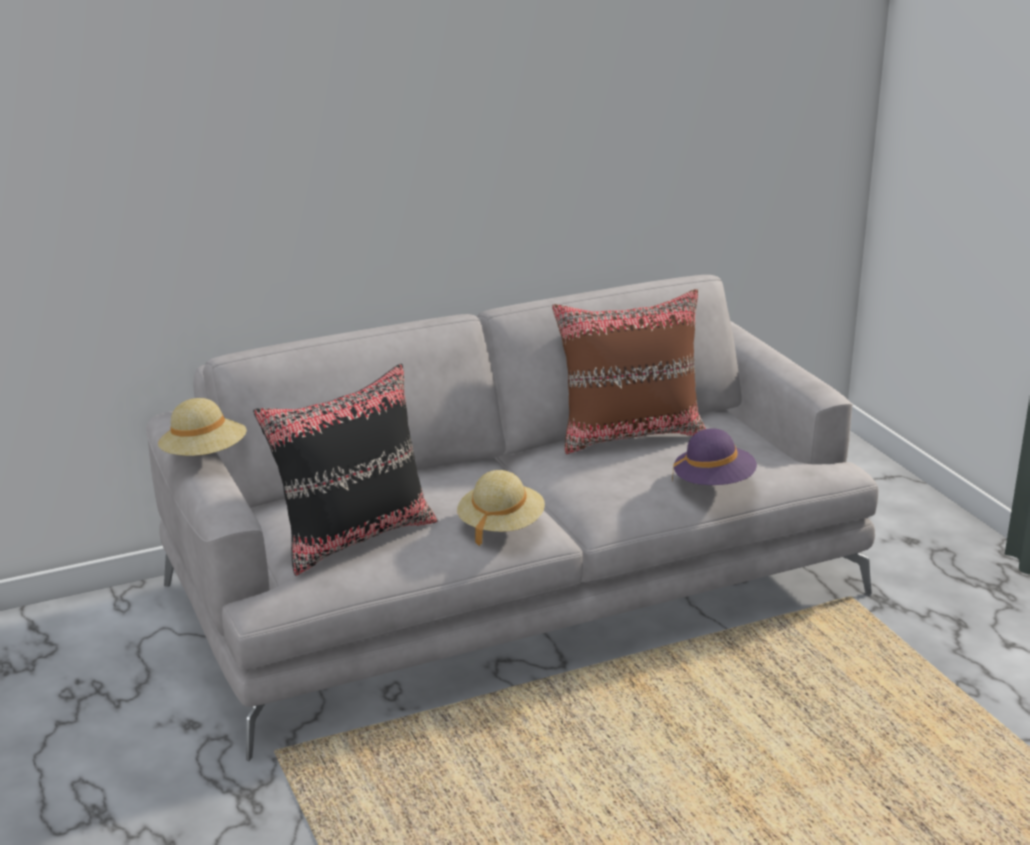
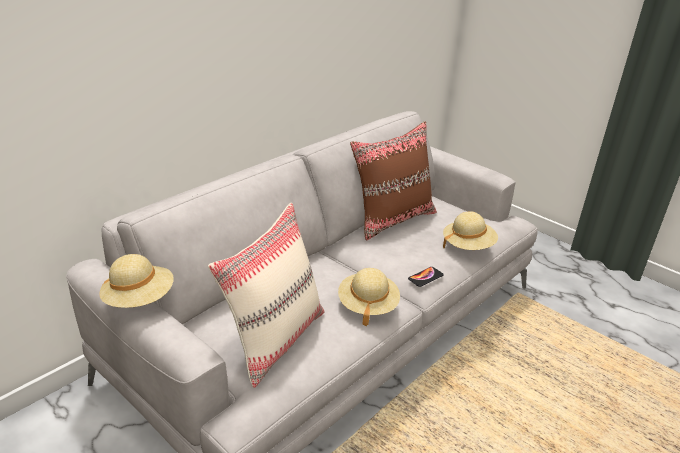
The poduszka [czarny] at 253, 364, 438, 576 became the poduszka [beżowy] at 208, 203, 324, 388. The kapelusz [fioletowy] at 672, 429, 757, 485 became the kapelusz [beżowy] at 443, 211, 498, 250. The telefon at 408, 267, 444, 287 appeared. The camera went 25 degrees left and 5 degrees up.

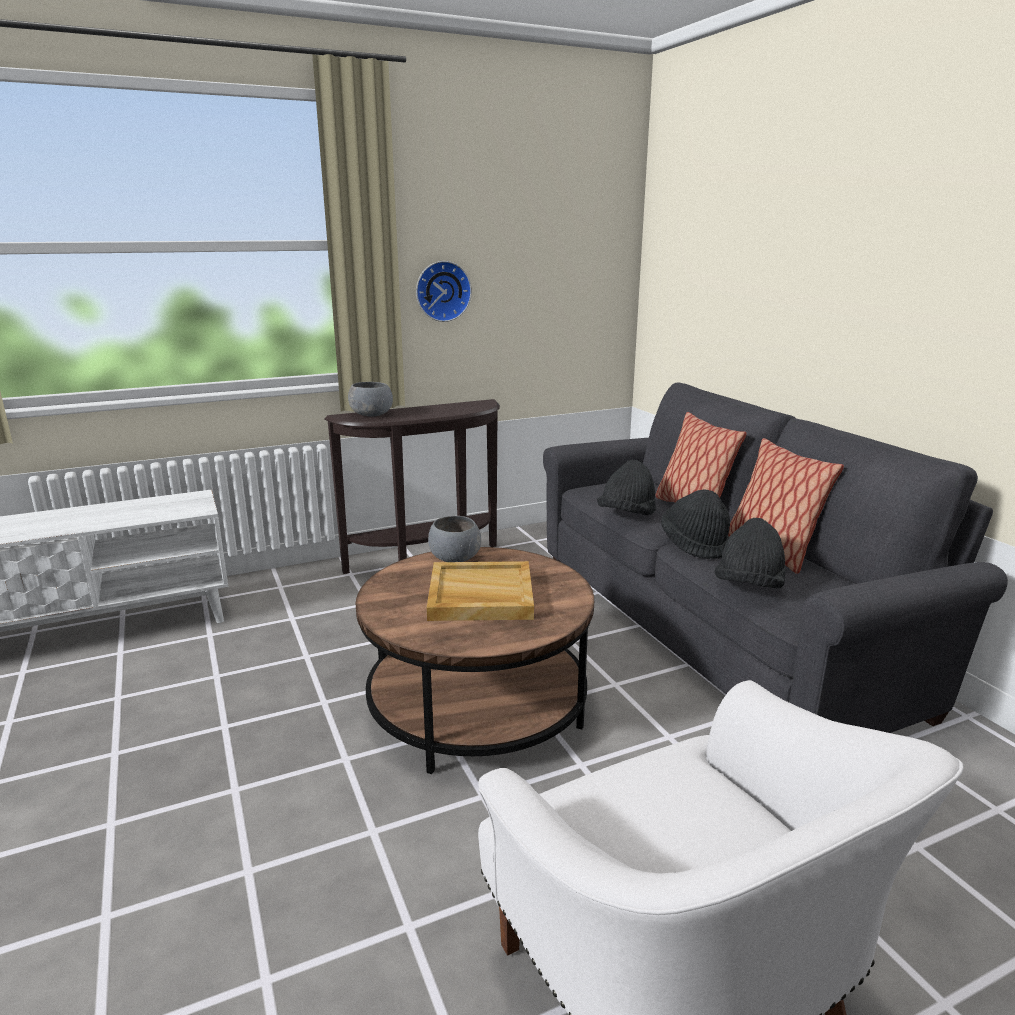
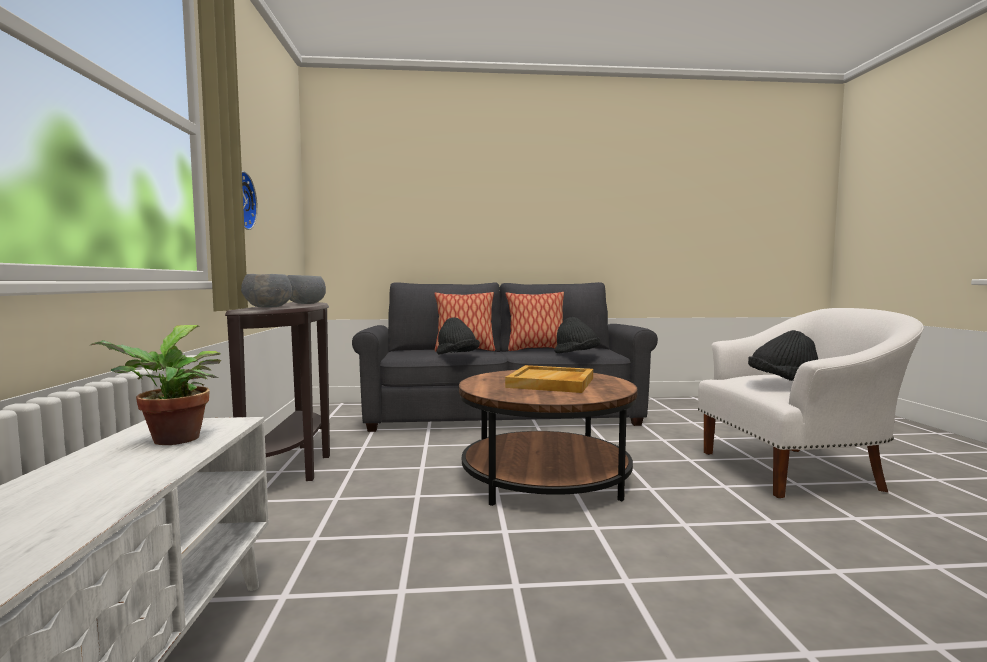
The miska [szary] moved from 428, 516, 481, 562 to 287, 275, 326, 304. The kapelusz [czarny] moved from 661, 489, 730, 559 to 748, 330, 818, 381. The roślina doniczkowa at 91, 325, 221, 445 appeared. The camera went 70 degrees left and 15 degrees down.

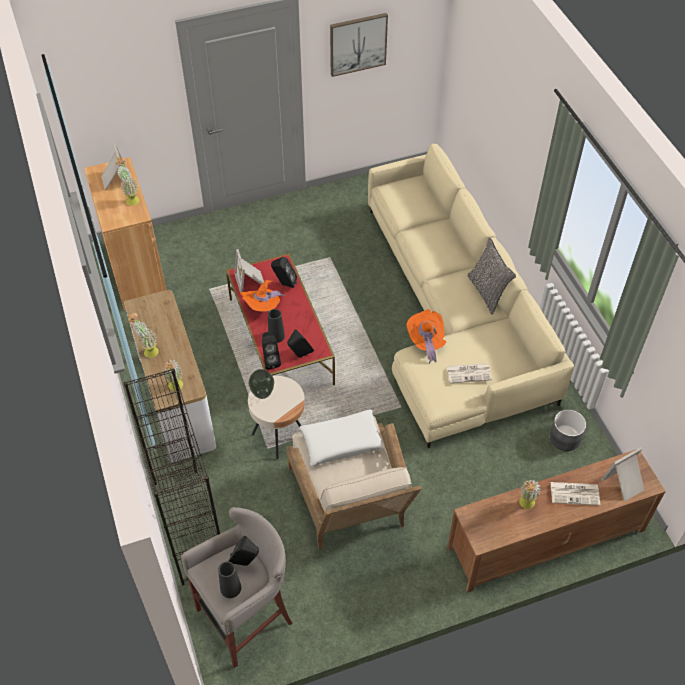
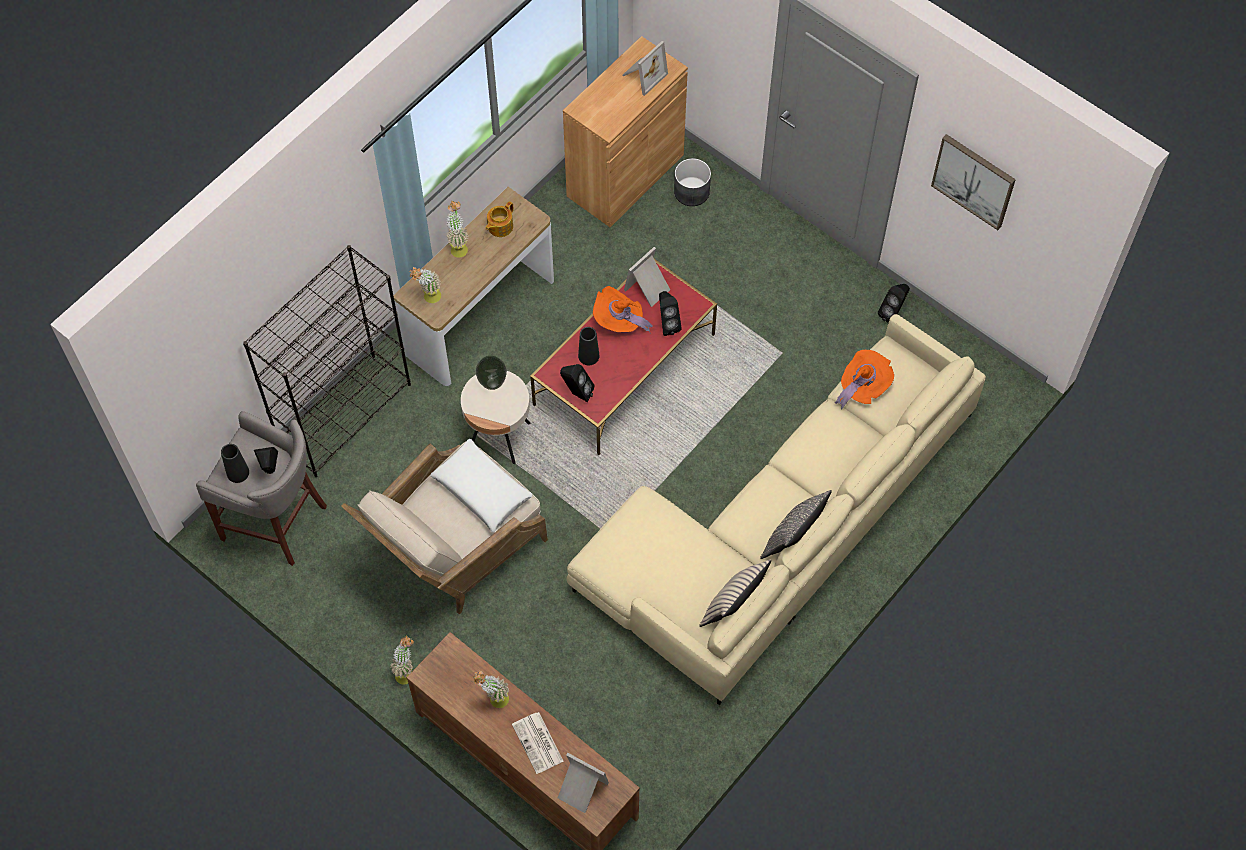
The roślina doniczkowa moved from 116, 157, 139, 206 to 391, 635, 414, 685. The głośnik [czarny] moved from 262, 332, 281, 370 to 878, 284, 910, 323. The kapelusz [pomarańczowy] moved from 406, 309, 447, 364 to 835, 350, 894, 409. The gazeta at 446, 363, 492, 384 disappeared. The donica [szary] moved from 550, 410, 586, 451 to 674, 158, 711, 206. The imbryk at 486, 201, 513, 237 appeared. The poduszka [beżowy] at 699, 559, 771, 627 appeared. The camera went 60 degrees right and 10 degrees up.

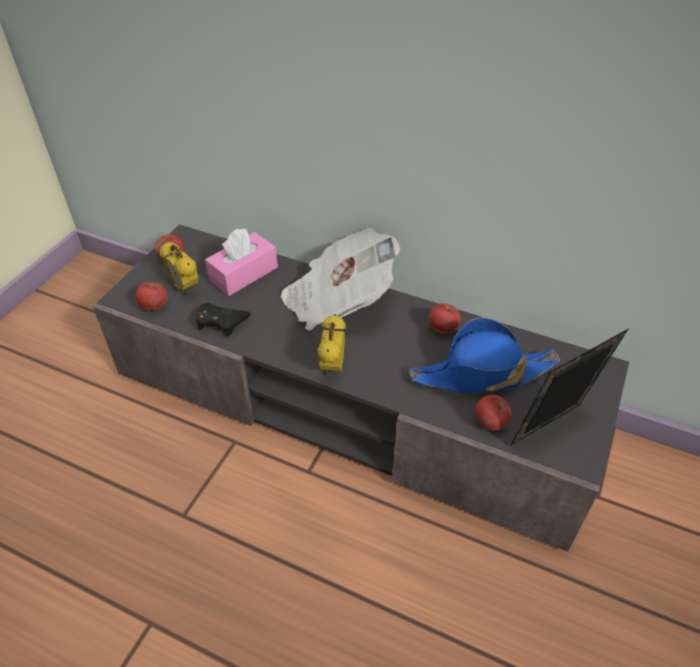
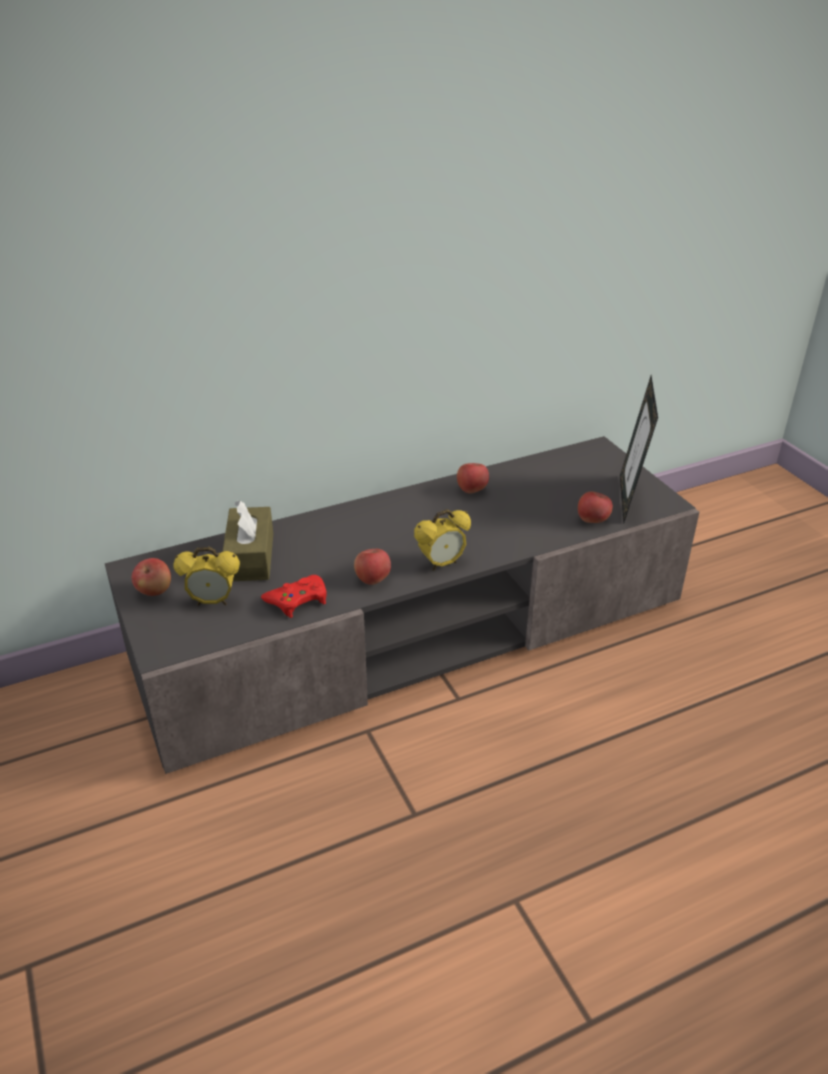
The jabłko moved from 136, 282, 168, 311 to 354, 549, 391, 585. The pad do gier [czarny] at 196, 303, 251, 336 became the pad do gier [czerwony] at 261, 575, 327, 618. The pudełko chusteczek [różowy] at 205, 229, 278, 296 became the pudełko chusteczek [brązowy] at 222, 500, 273, 581. The gazeta at 281, 228, 401, 331 disappeared. The budzik at 317, 314, 346, 376 turned 75 degrees counterclockwise. The kapelusz [niebieski] at 409, 317, 560, 393 disappeared. The camera went 50 degrees left and 10 degrees down.

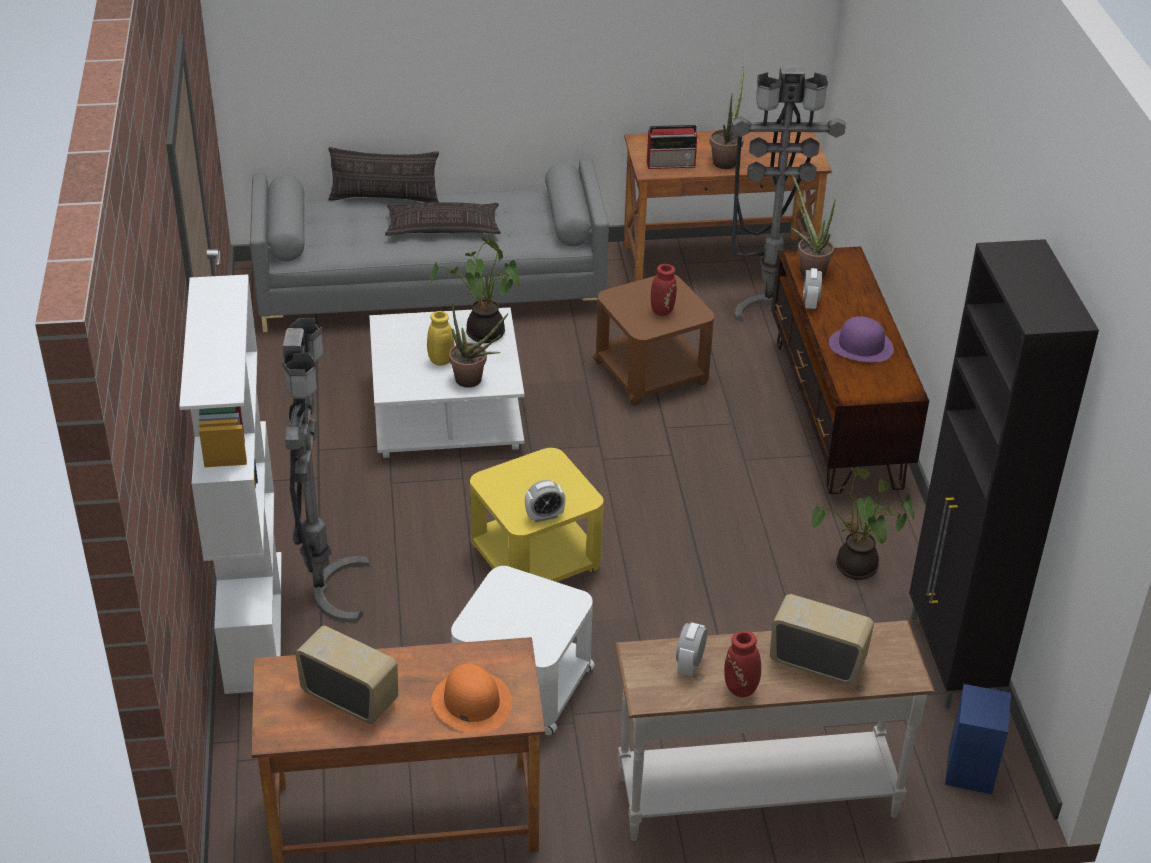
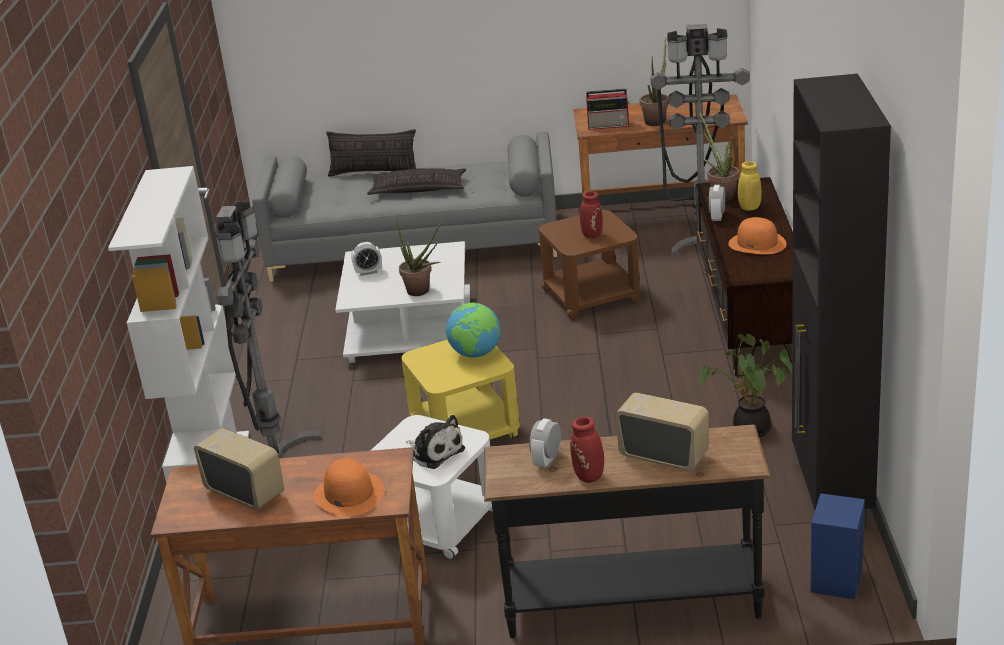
The wazon [żółty] moved from 427, 311, 455, 366 to 738, 162, 762, 211. The roślina doniczkowa at 430, 237, 520, 343 disappeared. The budzik moved from 525, 480, 566, 522 to 351, 242, 382, 276. The stolik konsolowy [biały] at 615, 620, 935, 841 became the stolik konsolowy [czarny] at 484, 425, 771, 638. The kapelusz [fioletowy] at 829, 316, 894, 362 became the kapelusz [pomarańczowy] at 728, 217, 787, 254. The pluszak at 406, 415, 465, 469 appeared. The globus at 446, 302, 501, 358 appeared. The camera went 10 degrees right and 10 degrees down.

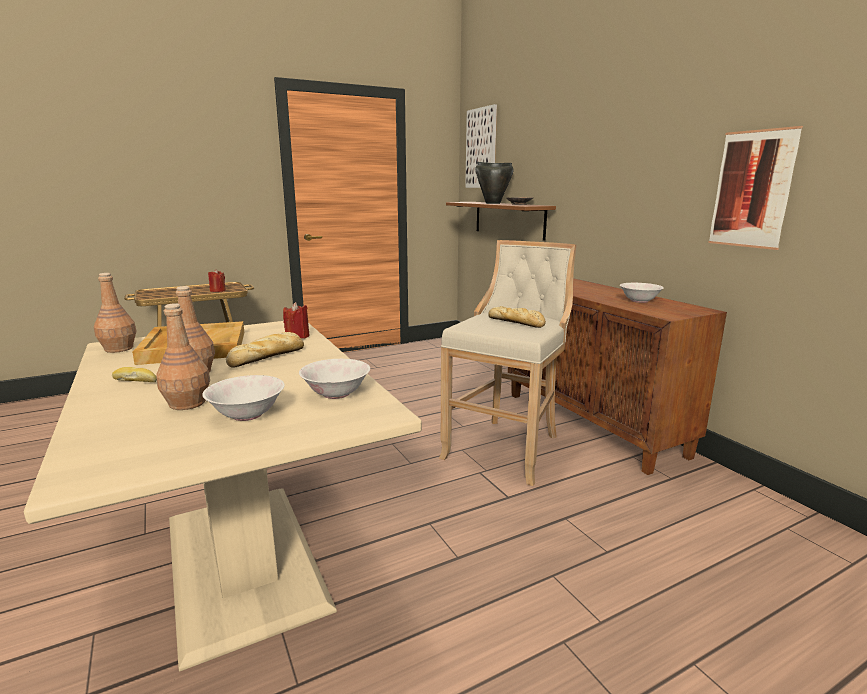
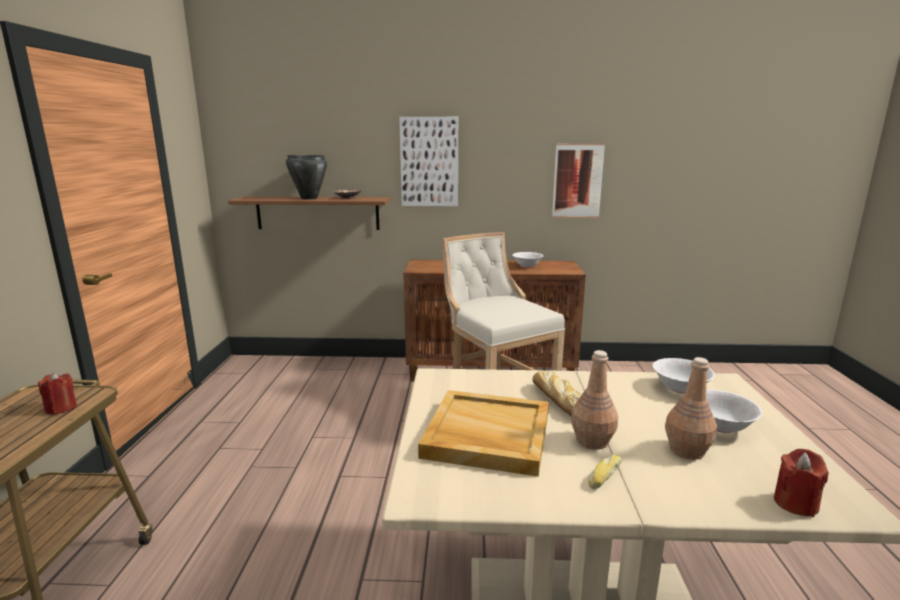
The butelka [brązowy] at 94, 273, 136, 353 disappeared. The świeca [czerwony] moved from 283, 302, 310, 339 to 774, 449, 828, 517. The obraz moved from 465, 104, 497, 188 to 399, 117, 458, 206. The chleb at 488, 306, 546, 328 disappeared. The camera went 60 degrees left and 0 degrees up.

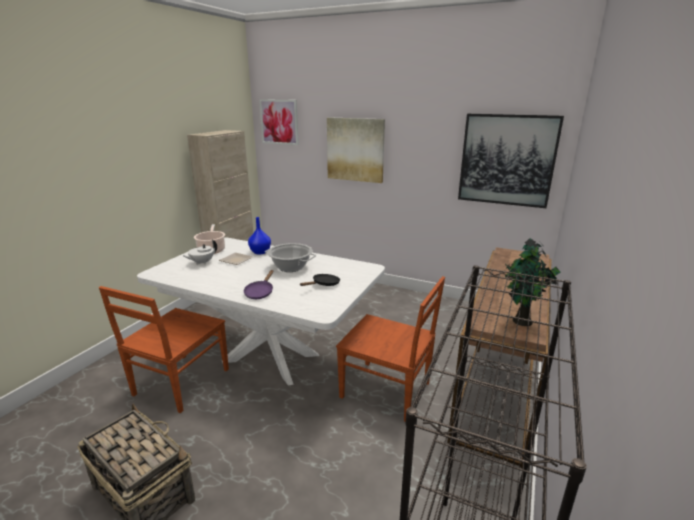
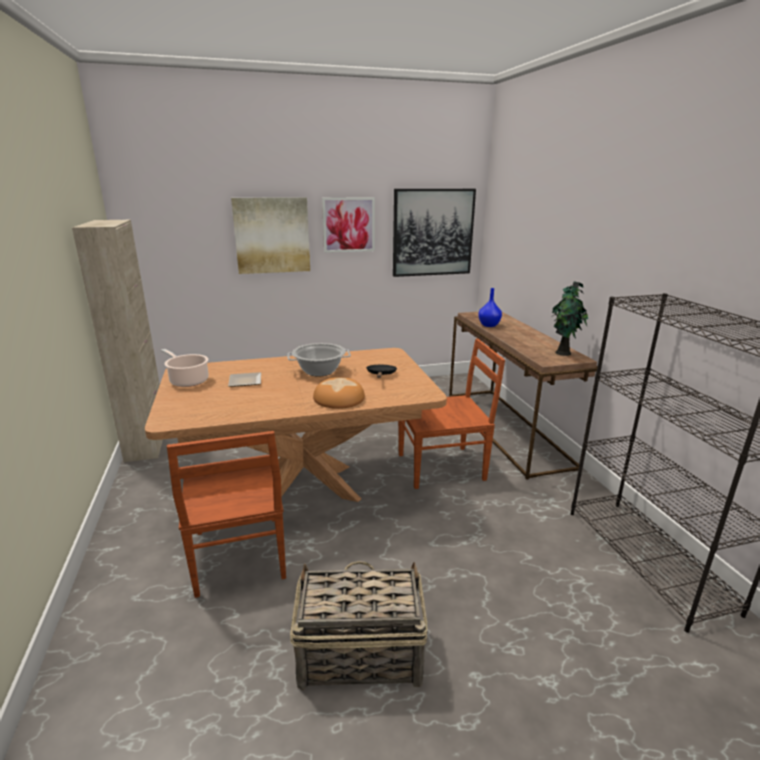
The stół jadalny [biały] at 137, 237, 385, 386 became the stół jadalny [brązowy] at 145, 348, 447, 502. The imbryk [biały] at 182, 240, 217, 265 disappeared. The patelnia [fioletowy] at 244, 270, 274, 299 was replaced by the chleb at 313, 377, 365, 409. The wazon [niebieski] moved from 248, 217, 271, 254 to 478, 288, 502, 327. The obraz moved from 259, 99, 299, 145 to 322, 197, 375, 253. The camera went 40 degrees left and 0 degrees up.

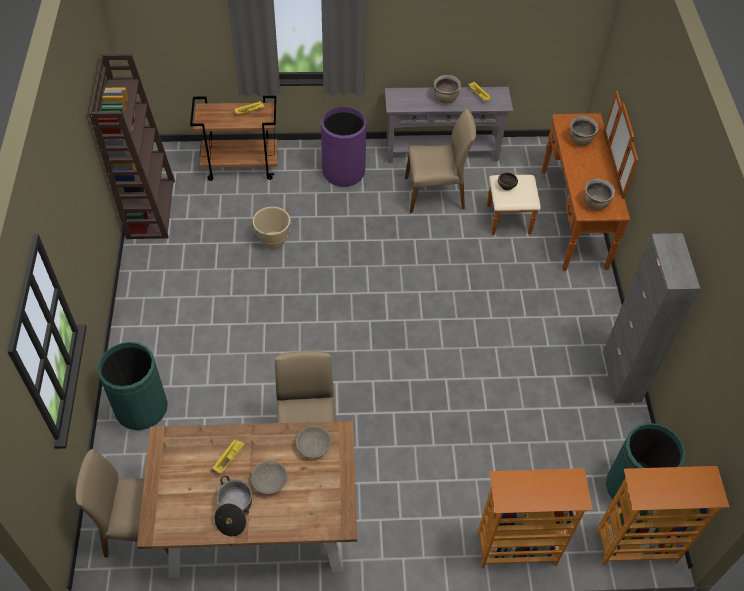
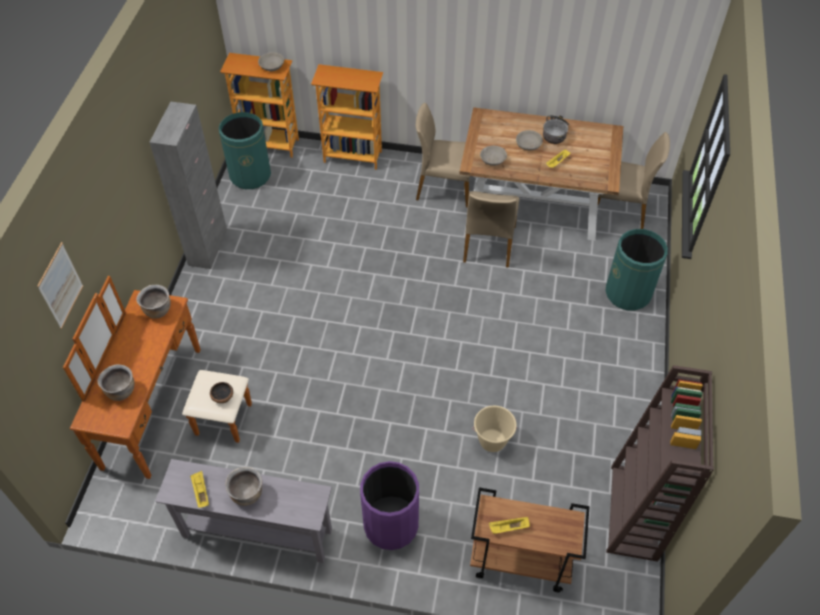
The krzesło [beżowy] moved from 405, 109, 476, 213 to 416, 103, 470, 207. The obraz at 37, 242, 83, 329 appeared. The miska [szary] at 258, 52, 284, 71 appeared. The camera went 165 degrees left and 0 degrees up.

